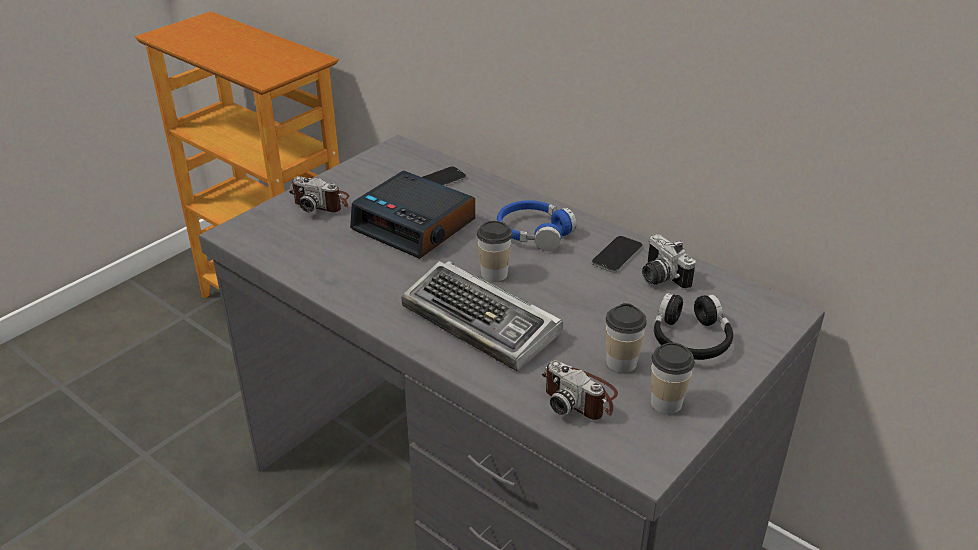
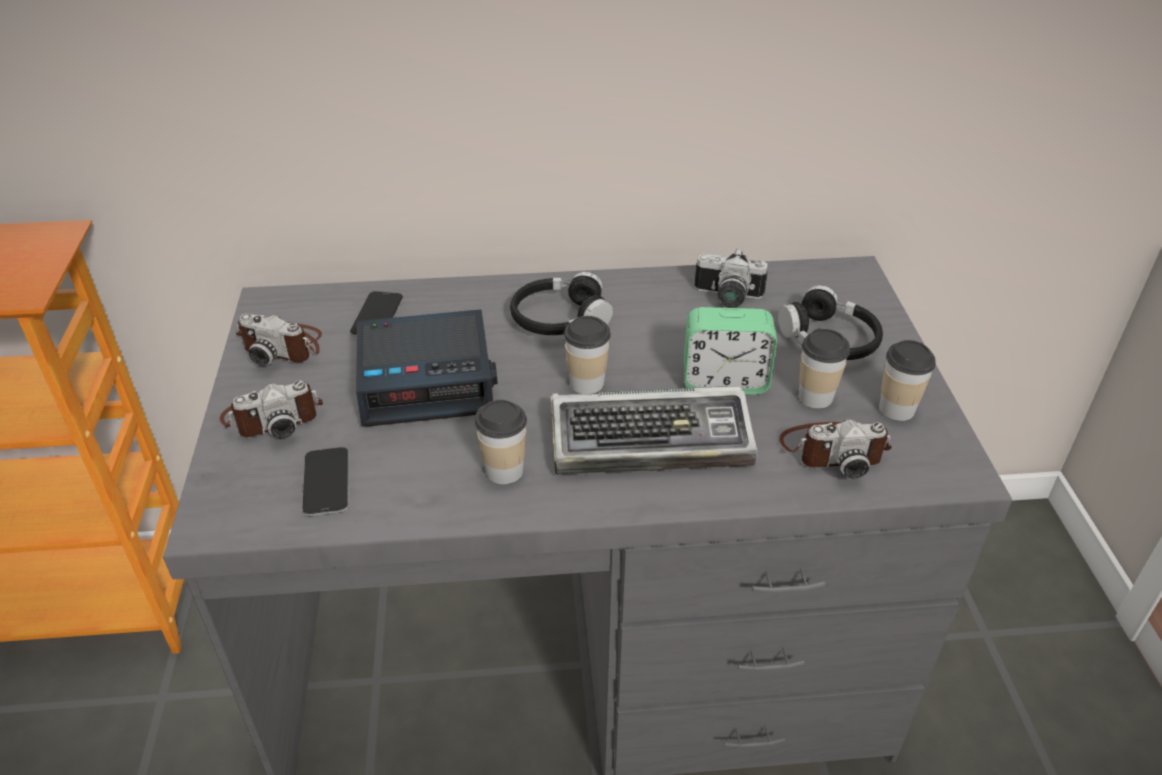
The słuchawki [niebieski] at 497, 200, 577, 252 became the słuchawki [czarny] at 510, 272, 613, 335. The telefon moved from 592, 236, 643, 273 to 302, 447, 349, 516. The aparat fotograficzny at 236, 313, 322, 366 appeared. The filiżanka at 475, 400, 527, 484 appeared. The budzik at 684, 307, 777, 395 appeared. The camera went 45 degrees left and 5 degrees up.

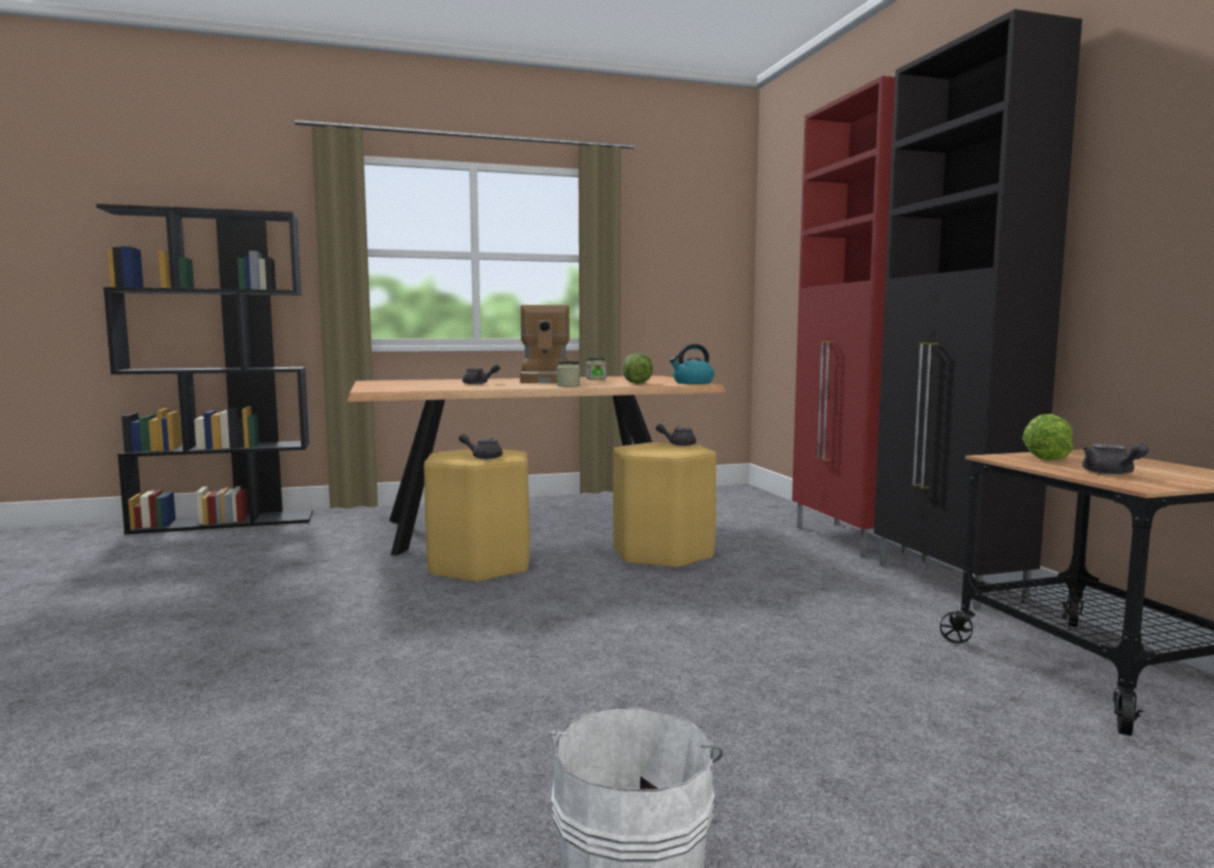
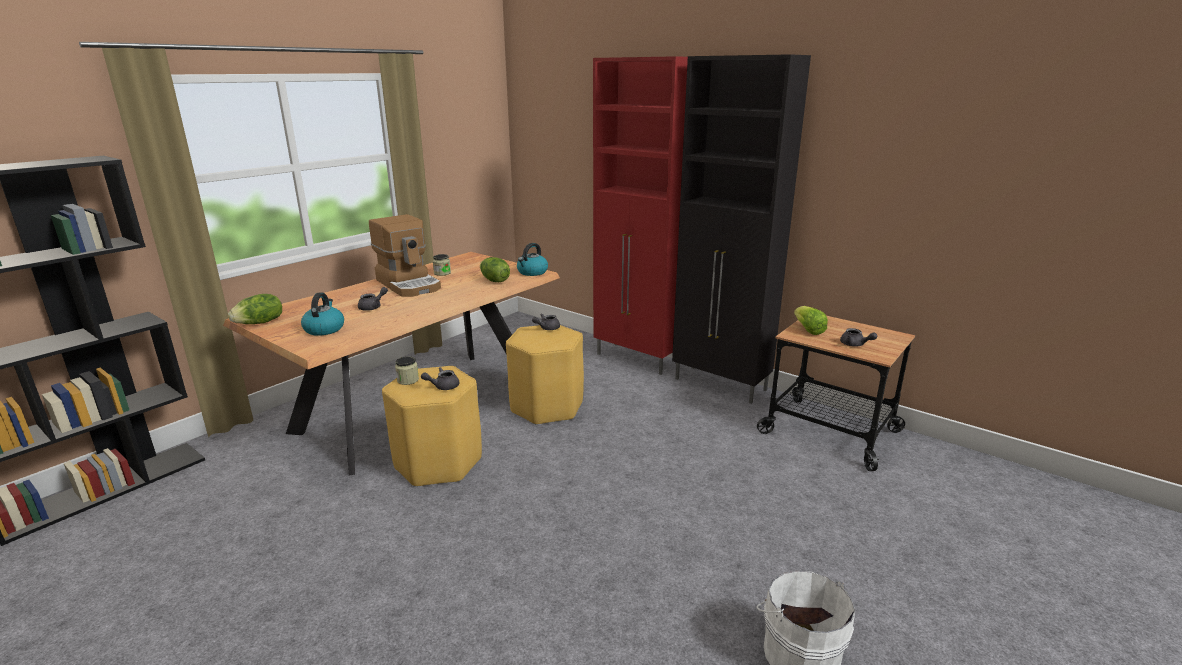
The słoik moved from 557, 361, 580, 387 to 395, 356, 419, 385. The sałata at 228, 294, 282, 324 appeared. The czajnik at 301, 293, 344, 336 appeared. The camera went 35 degrees left and 15 degrees up.

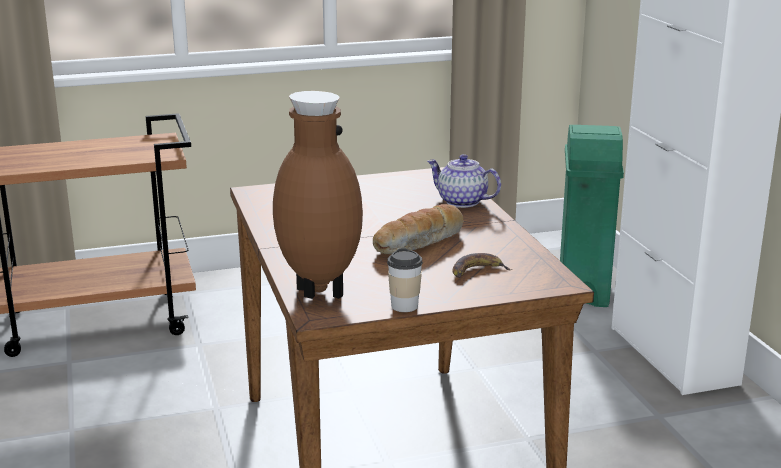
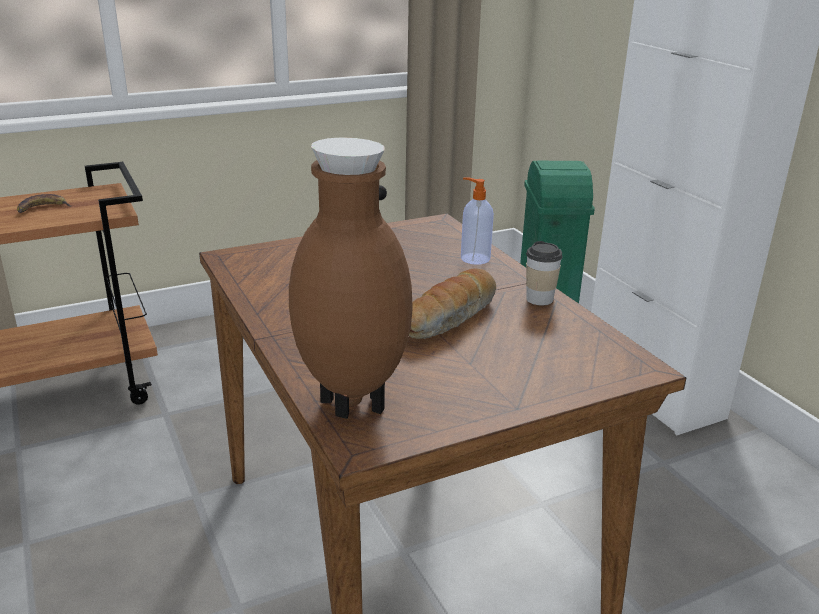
The filiżanka moved from 387, 248, 423, 312 to 526, 241, 563, 306. The imbryk at 427, 154, 501, 208 was replaced by the dozownik mydła at 461, 178, 494, 265. The banan moved from 452, 253, 512, 278 to 17, 194, 71, 213. The camera went 10 degrees left and 5 degrees up.

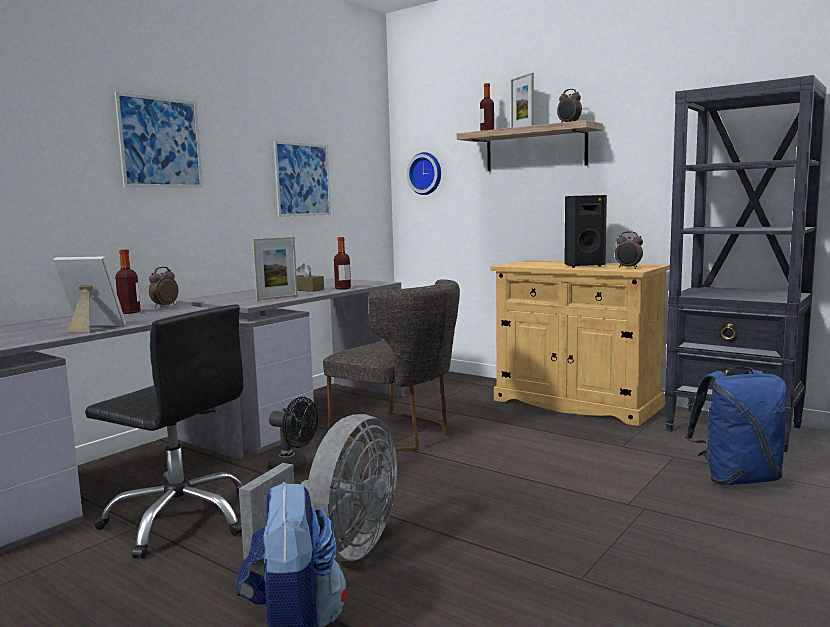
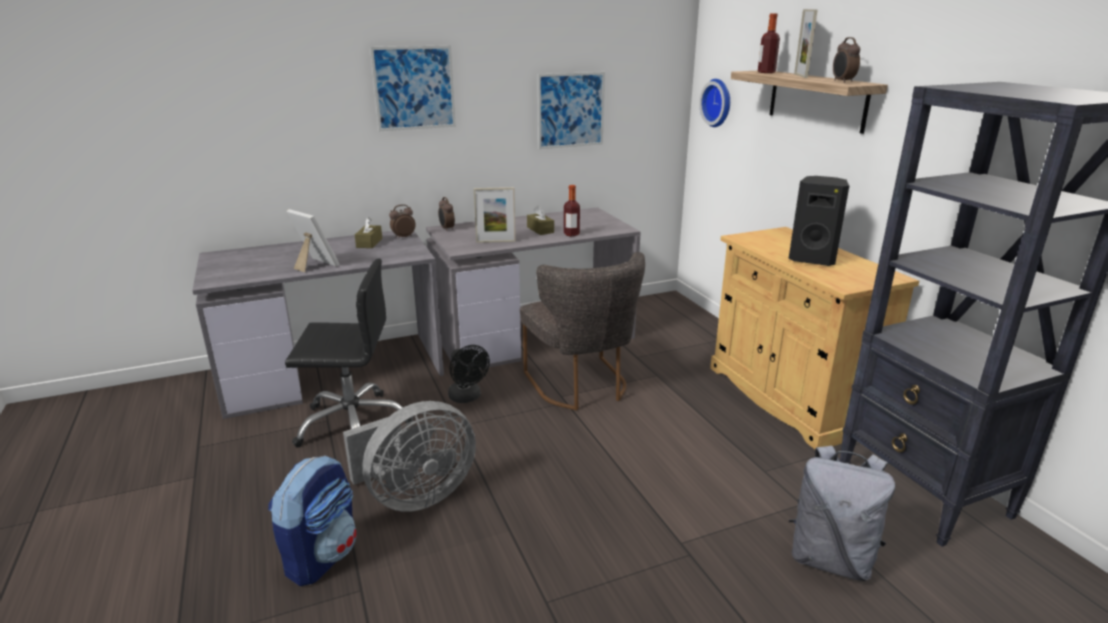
The krzesło biurowe [czarny] at 85, 304, 243, 559 turned 60 degrees counterclockwise. The butelka at 115, 249, 141, 314 was replaced by the pudełko chusteczek [brązowy] at 355, 217, 382, 248. The budzik moved from 615, 231, 643, 269 to 438, 197, 455, 231. The plecak [niebieski] at 685, 367, 787, 485 became the plecak [szary] at 789, 446, 895, 581. The camera went 30 degrees right and 15 degrees up.

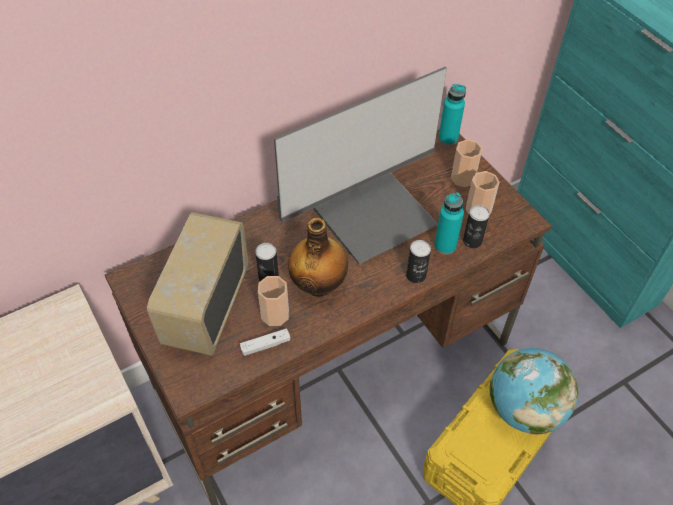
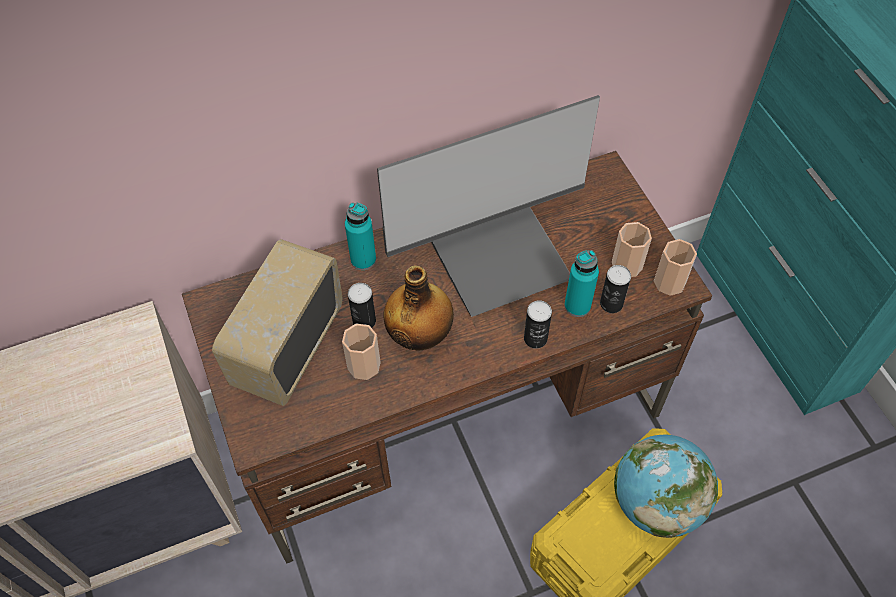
The pad do gier [biały] at 240, 328, 291, 356 disappeared. The butelka [turkusowy] moved from 438, 84, 466, 145 to 345, 202, 376, 270. The filiżanka moved from 451, 139, 482, 187 to 654, 239, 697, 296. The camera went 10 degrees right and 5 degrees up.

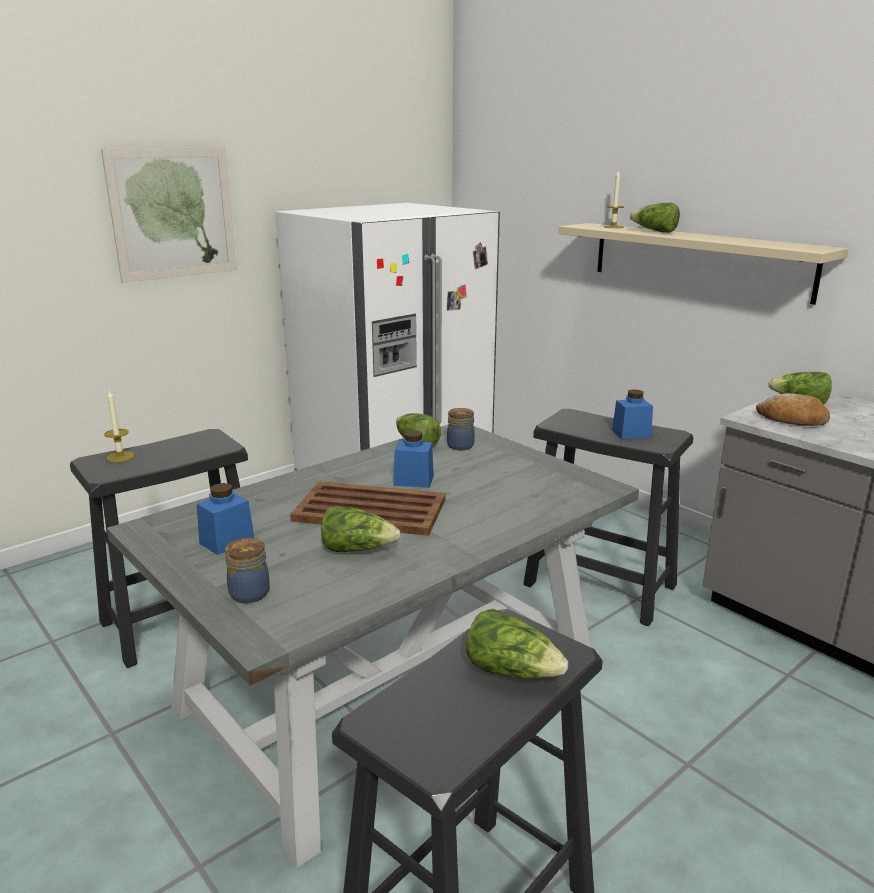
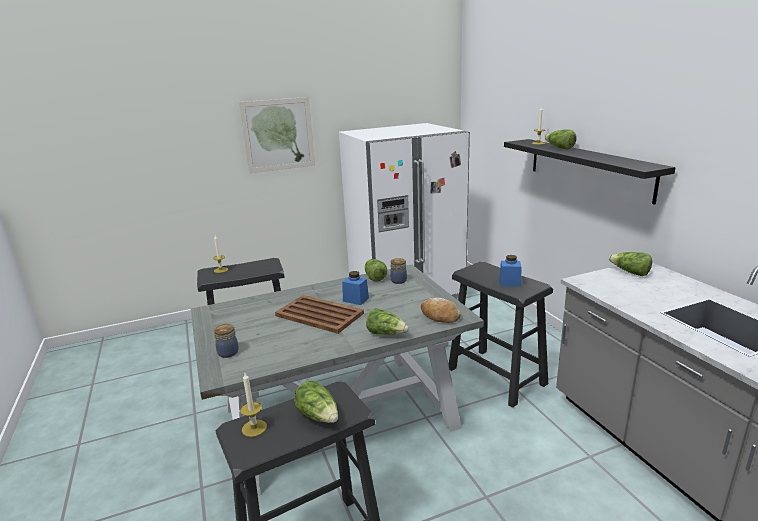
The słoik [niebieski] at 197, 483, 254, 555 disappeared. The sałata moved from 321, 506, 401, 552 to 366, 308, 409, 335. The półka [beżowy] at 558, 223, 849, 305 became the półka [czarny] at 504, 139, 676, 205. The chleb moved from 756, 393, 830, 426 to 421, 298, 461, 323. The świeca at 240, 373, 267, 437 appeared. The camera went 20 degrees right and 0 degrees up.

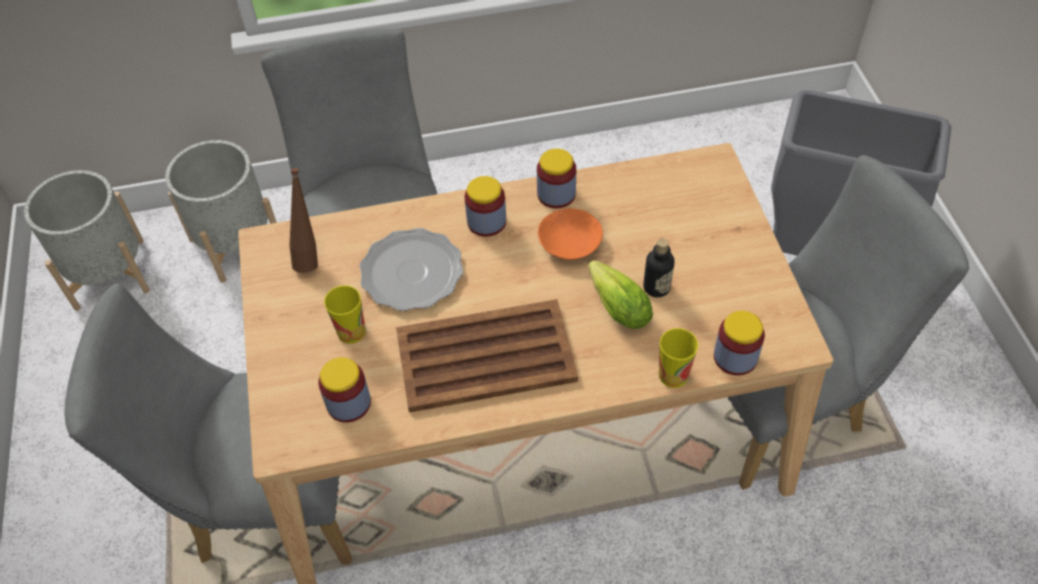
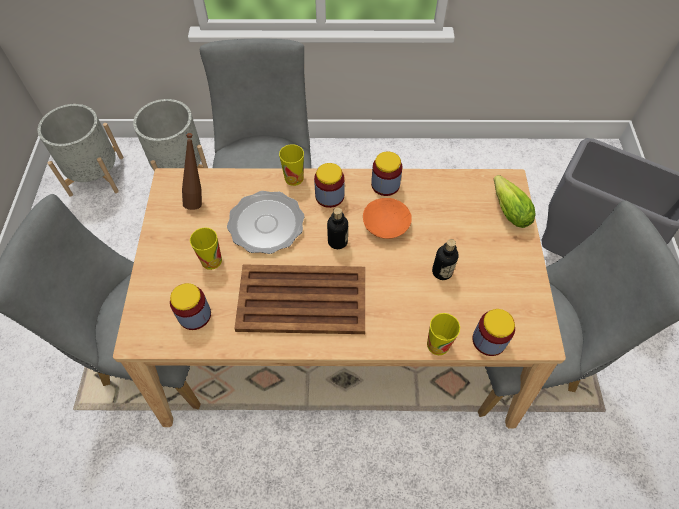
The sałata moved from 588, 260, 653, 329 to 494, 175, 536, 228. The filiżanka at 279, 144, 304, 186 appeared. The butelka at 327, 207, 348, 249 appeared. The camera went 10 degrees right and 5 degrees up.

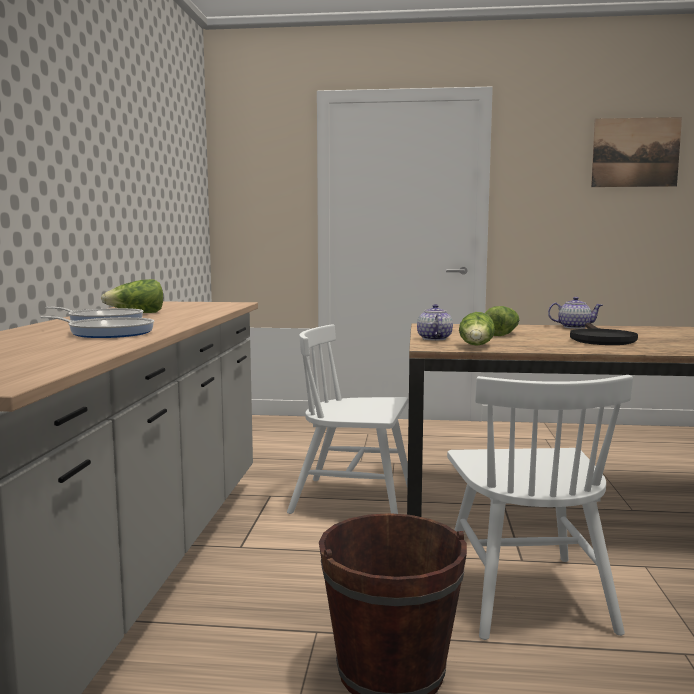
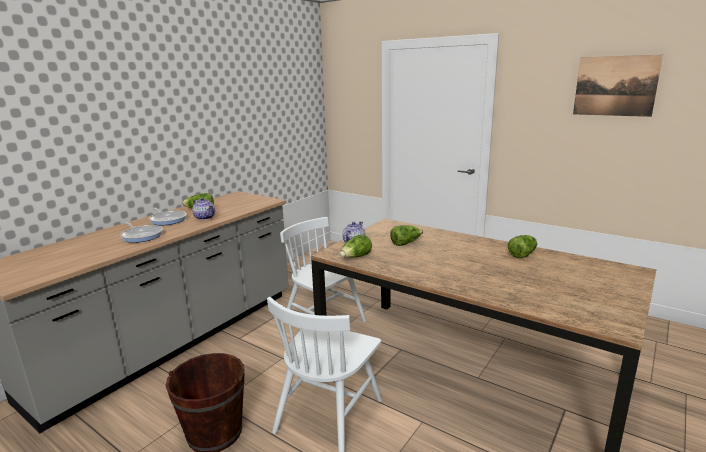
The imbryk moved from 548, 297, 603, 329 to 192, 198, 215, 220. The patelnia [czarny] at 570, 323, 638, 345 disappeared. The sałata at 508, 235, 537, 258 appeared. The camera went 30 degrees right and 10 degrees up.

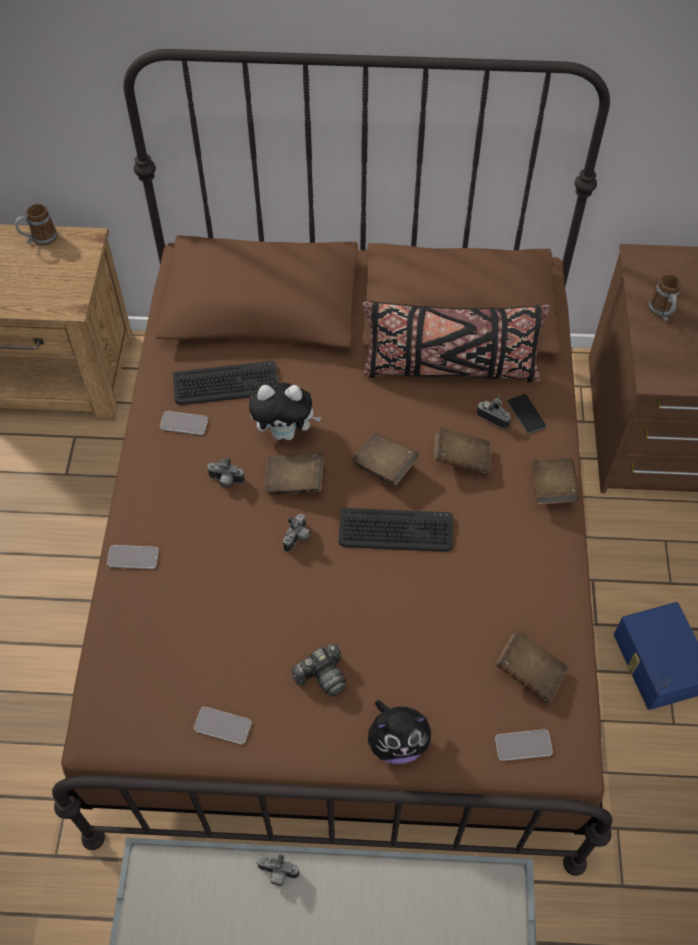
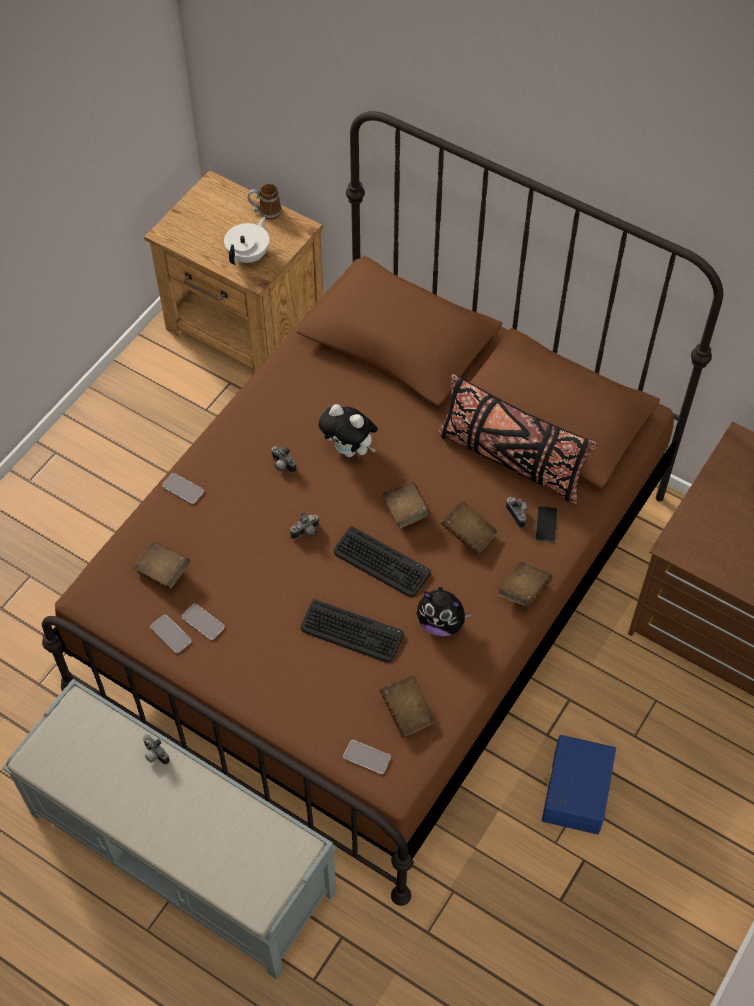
The telefon moved from 160, 411, 208, 435 to 182, 604, 225, 640. The klawiatura moved from 173, 361, 278, 405 to 301, 599, 404, 662. The książka [brązowy] moved from 264, 452, 324, 495 to 133, 542, 190, 589. The aparat fotograficzny at 292, 644, 346, 697 disappeared. The pluszak moved from 368, 700, 431, 764 to 417, 587, 473, 636. The kubek at 648, 274, 682, 321 disappeared. The imbryk [biały] at 224, 217, 269, 265 appeared. The camera went 30 degrees right and 0 degrees up.

